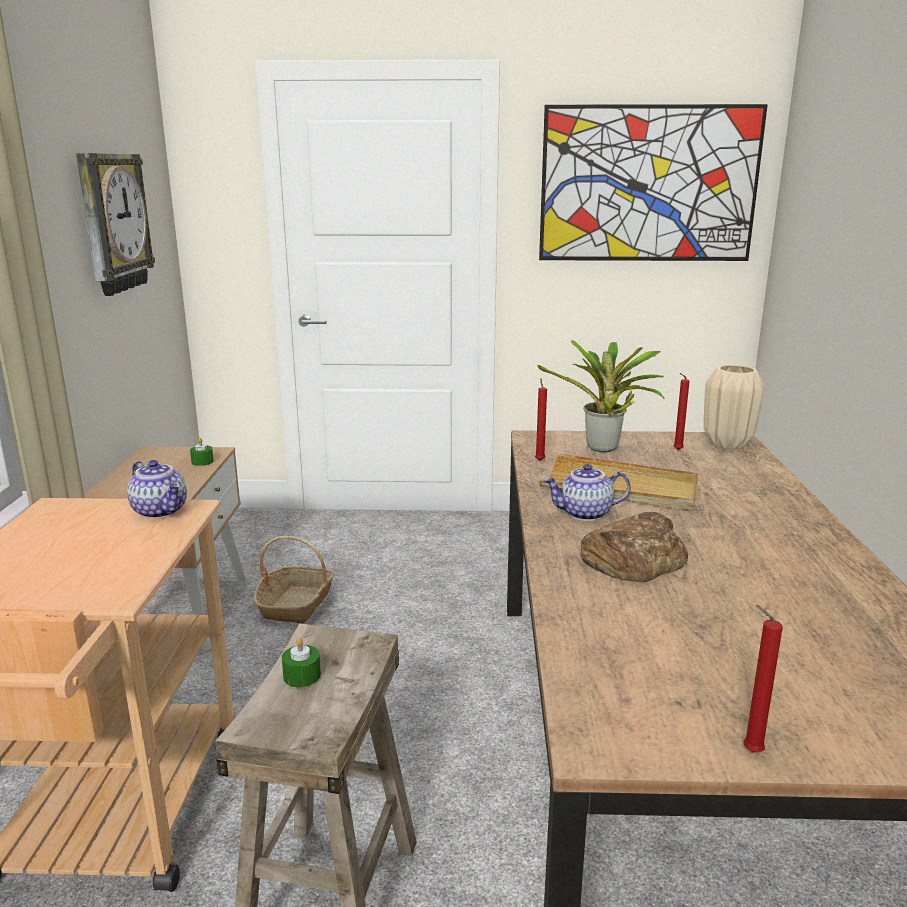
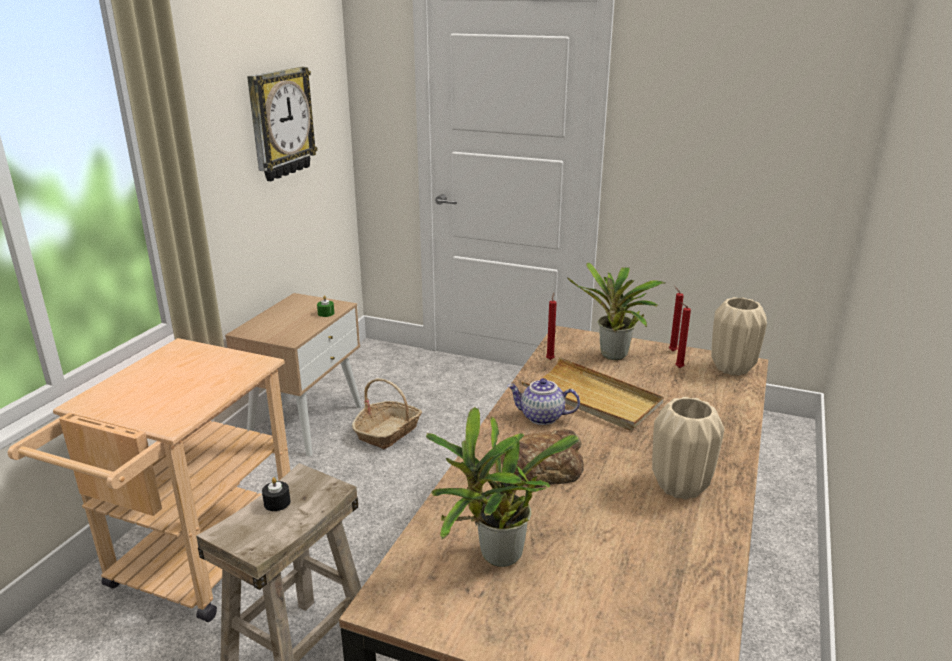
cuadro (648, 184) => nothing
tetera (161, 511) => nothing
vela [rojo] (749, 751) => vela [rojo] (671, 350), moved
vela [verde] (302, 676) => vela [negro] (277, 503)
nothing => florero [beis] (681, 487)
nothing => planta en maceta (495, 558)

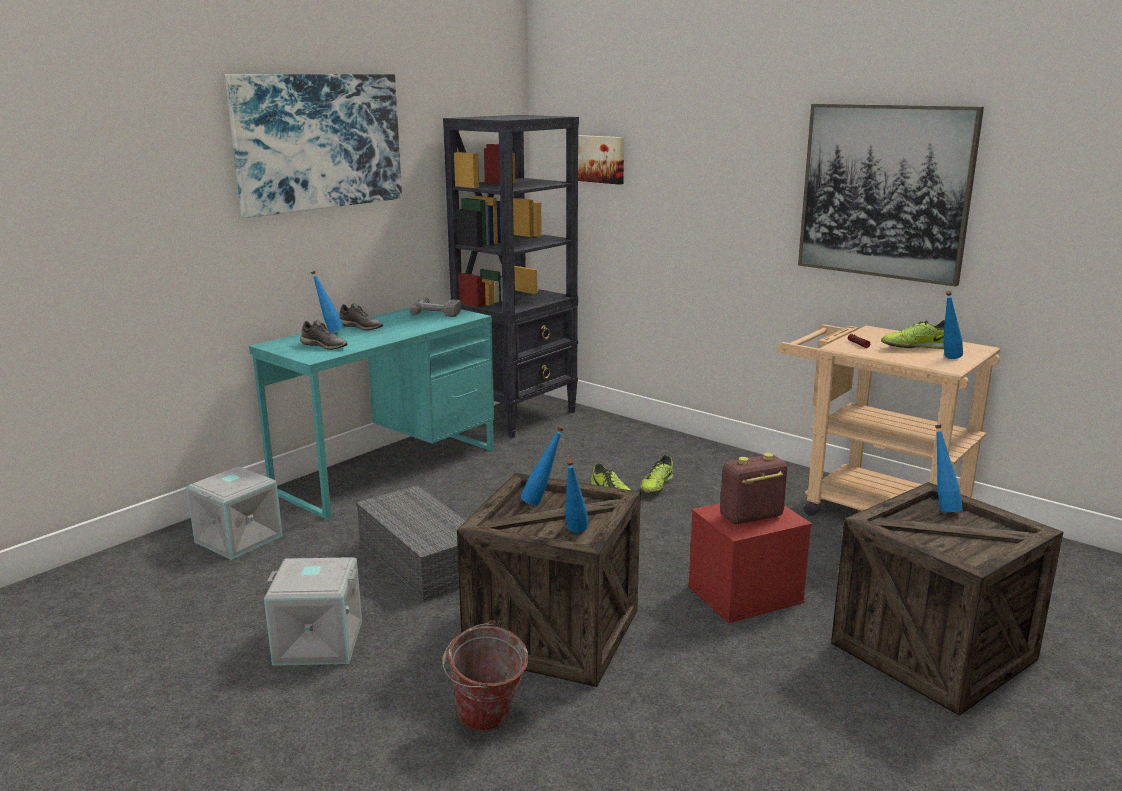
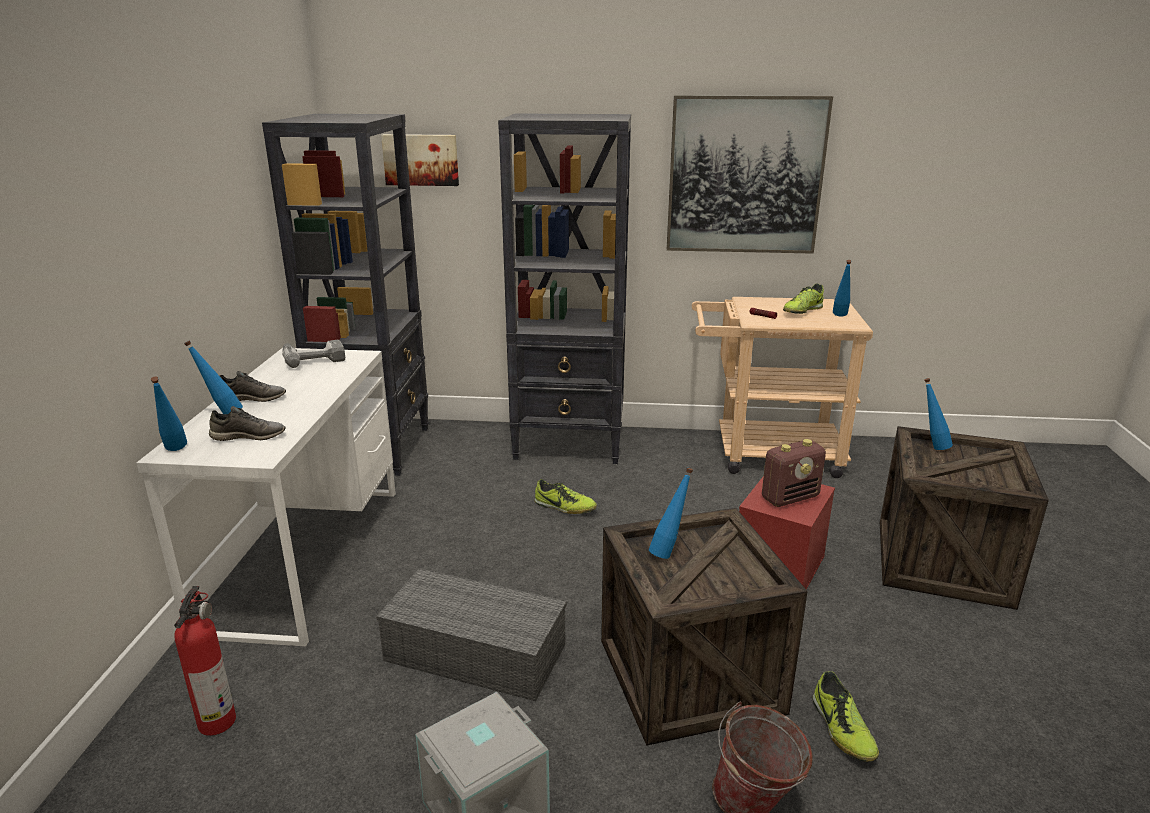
cuadro (318, 142) => nothing
escritorio [turquesa] (388, 469) => escritorio [blanco] (306, 555)
radio (751, 517) => radio (790, 497), 150 degrees counterclockwise
zapato (656, 486) => zapato (842, 729), moved
botella [azul] (574, 534) => botella [azul] (175, 452), moved
caja de almacenaje [gris] (238, 538) => extintor (218, 719)
nothing => estantería [negro] (570, 443)

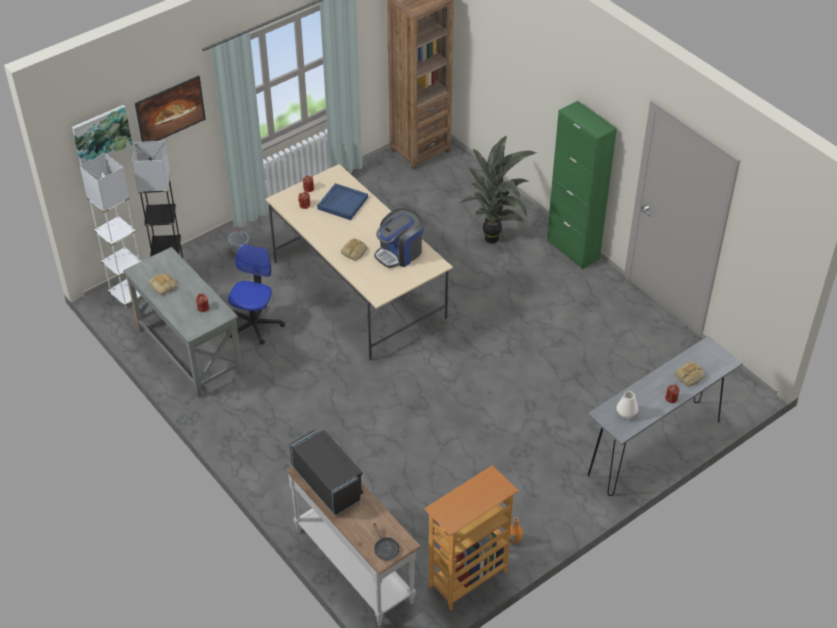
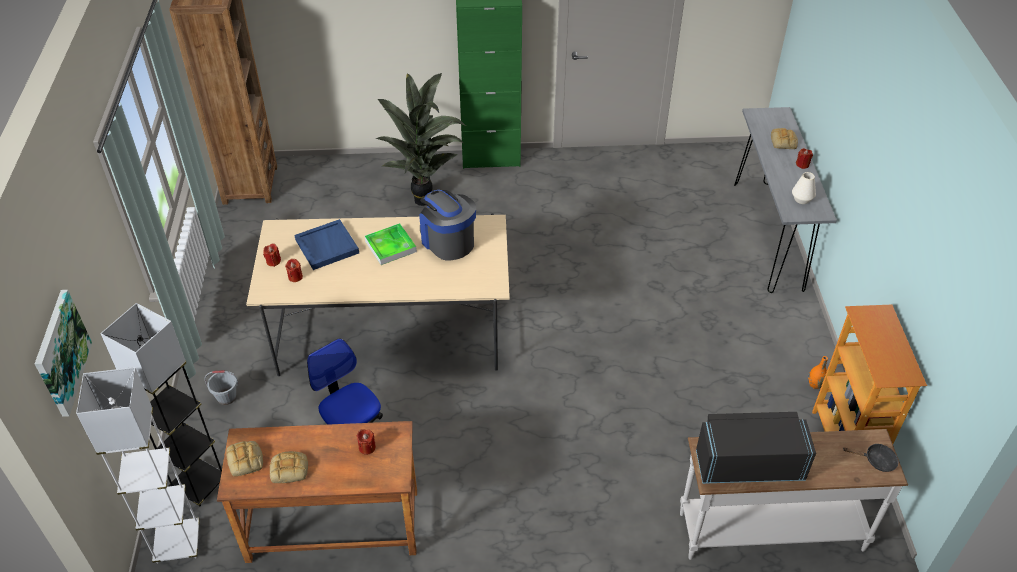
cuadro (172, 121) => nothing
cafetera (399, 253) => cafetera (447, 241), 150 degrees clockwise
pan (354, 252) => pan (246, 461), moved
escritorio [gris] (189, 351) => escritorio [marrón] (333, 526)
nothing => bandeja (390, 246)

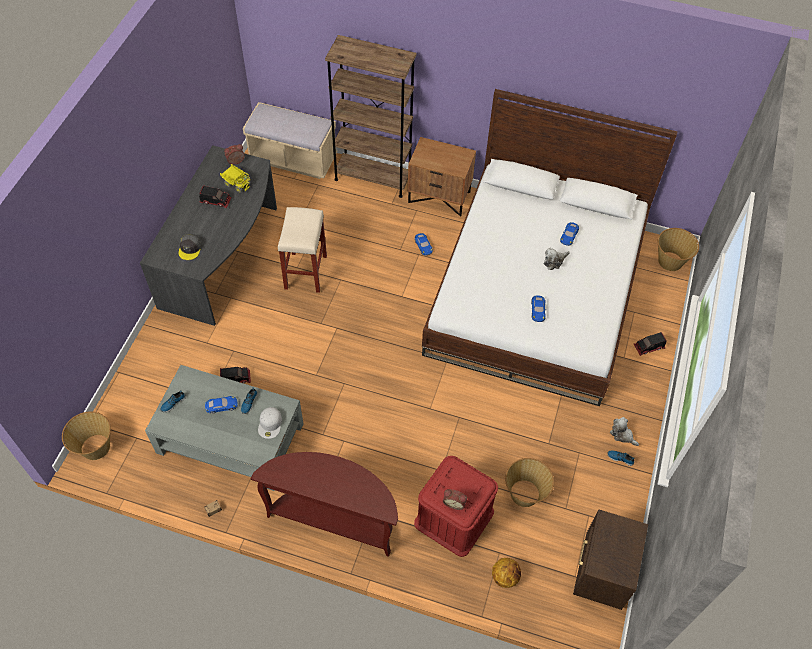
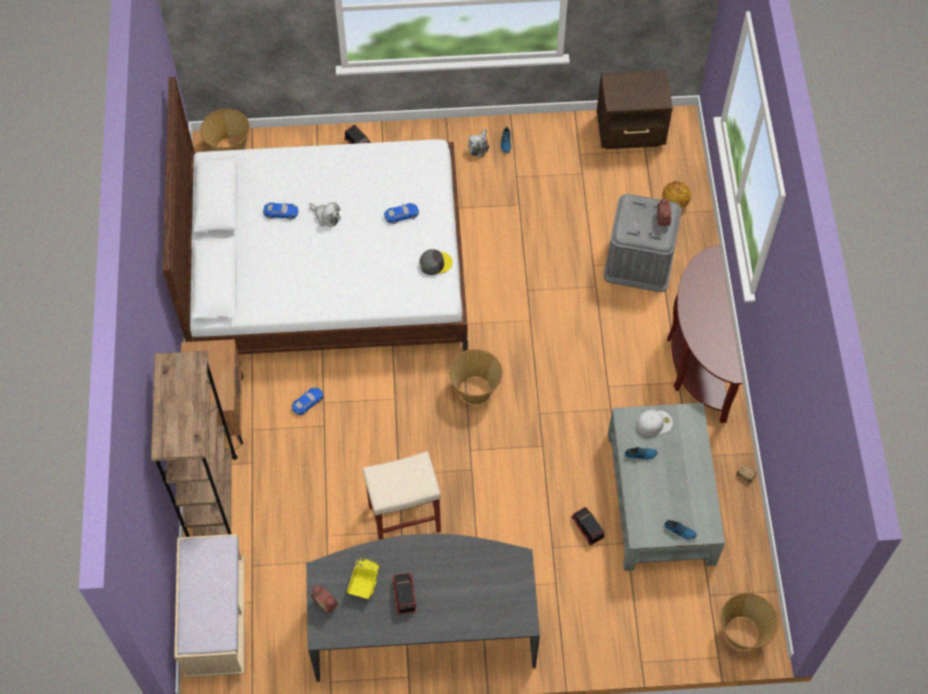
gorra [gris] (190, 248) => gorra [gris] (435, 263), moved
coche de juguete [azul] (221, 406) => nothing
caja de almacenaje [rojo] (454, 517) => caja de almacenaje [gris] (639, 260)
cesta (525, 494) => cesta (475, 389), moved

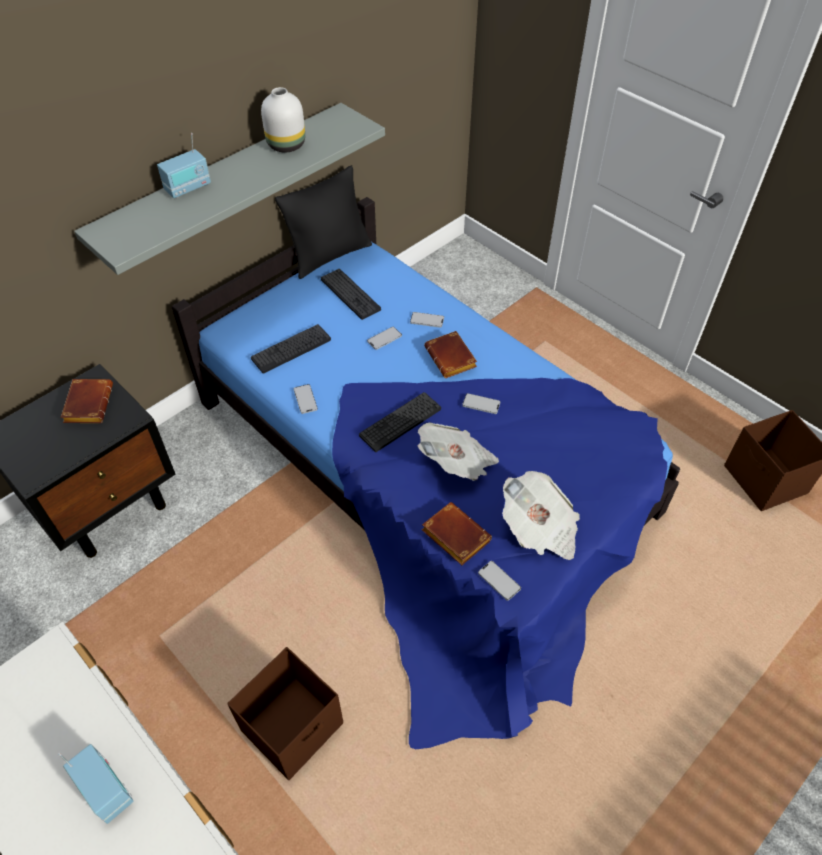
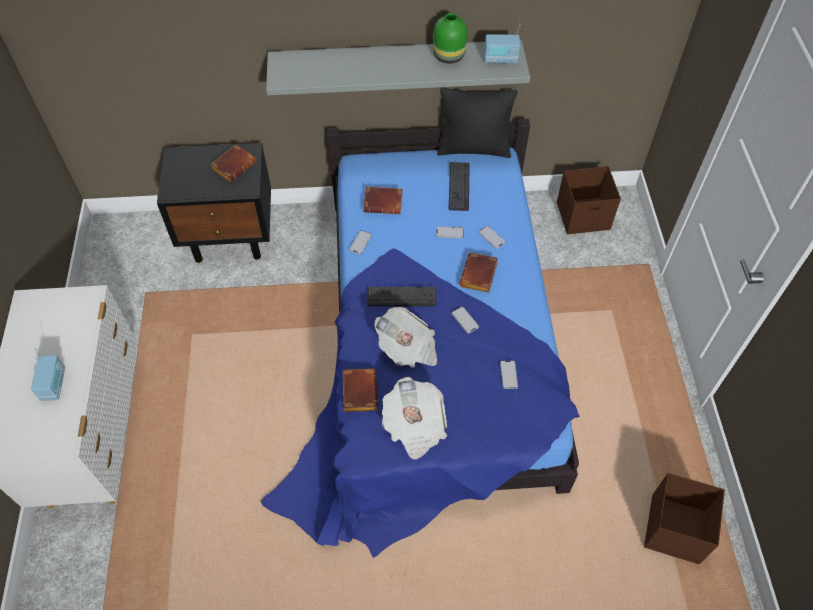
florero [blanco] (285, 145) => florero [verde] (448, 55)
radio (188, 188) => radio (500, 59), moved
teclado (291, 349) => libro [marrón] (384, 202)
móvil (499, 581) => móvil (508, 375), moved
caja de almacenaje [marrón] (294, 726) => caja de almacenaje [marrón] (584, 216), moved

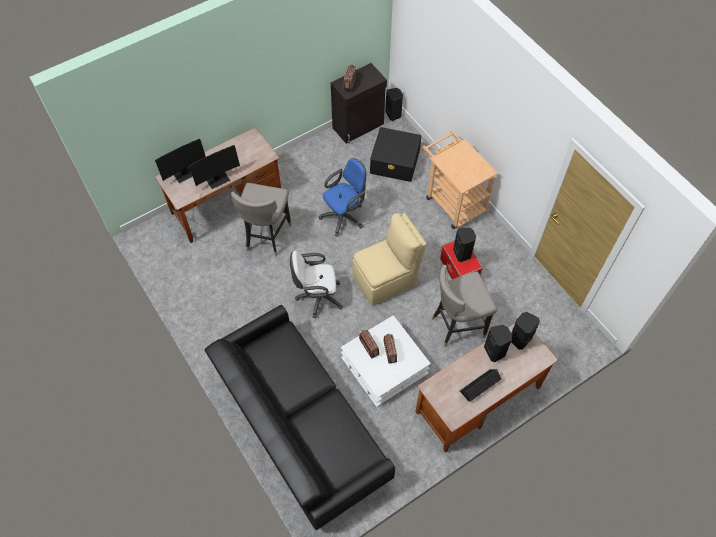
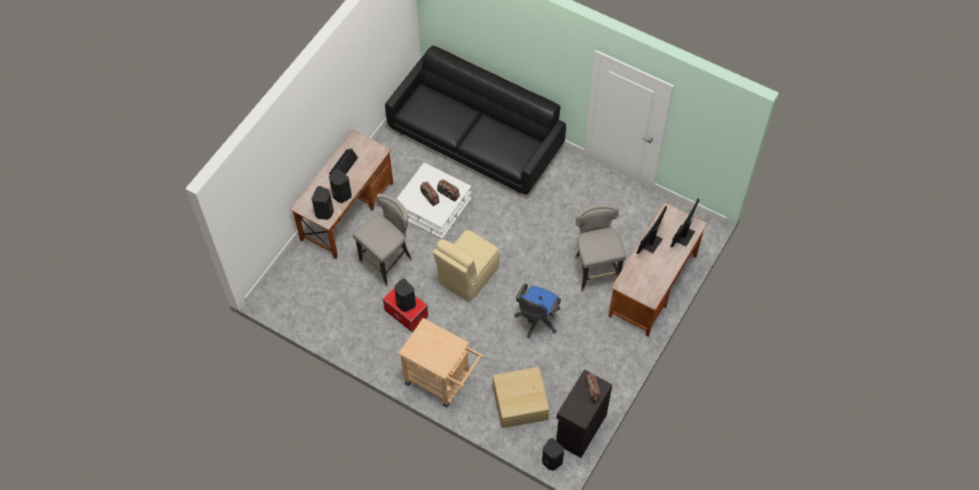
caja de almacenaje [negro] (395, 161) => caja de almacenaje [beis] (519, 402)
silla de oficina [blanco] (317, 297) => nothing

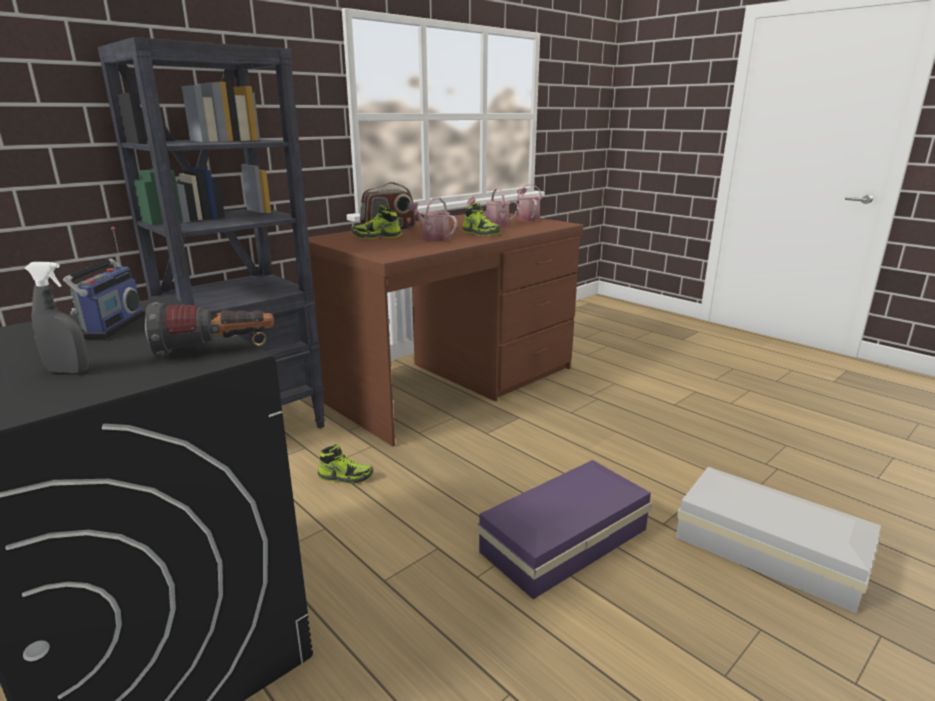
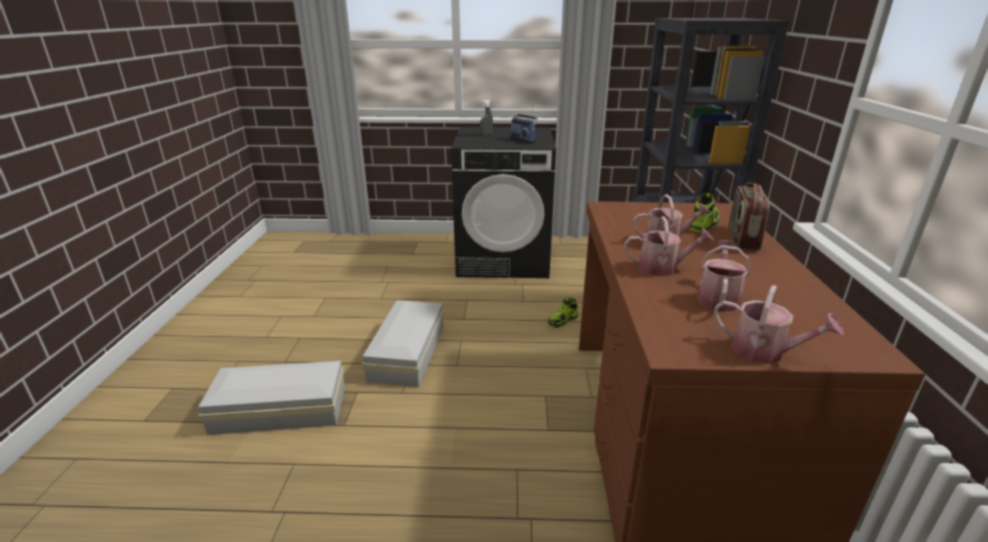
zapato (481, 233) => regadera (663, 268)
linterna (215, 350) => nothing
caja de almacenaje [morado] (561, 540) => caja de almacenaje [blanco] (409, 351)

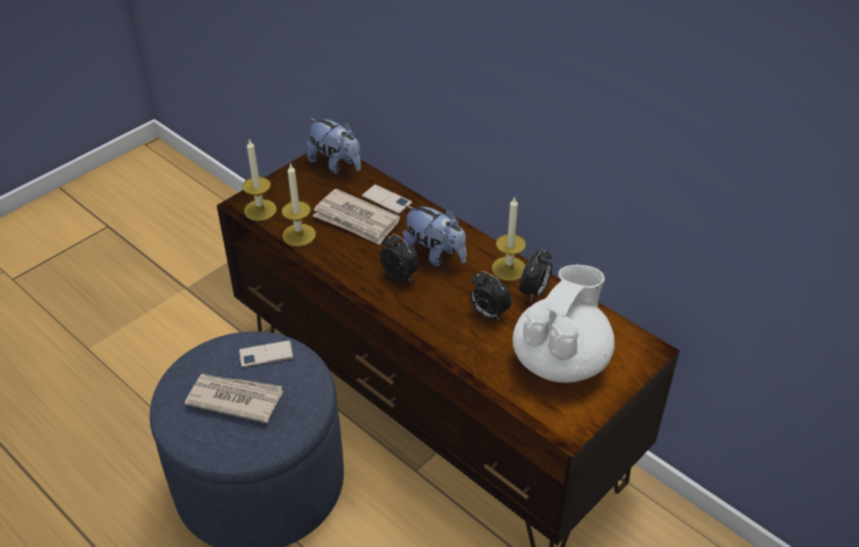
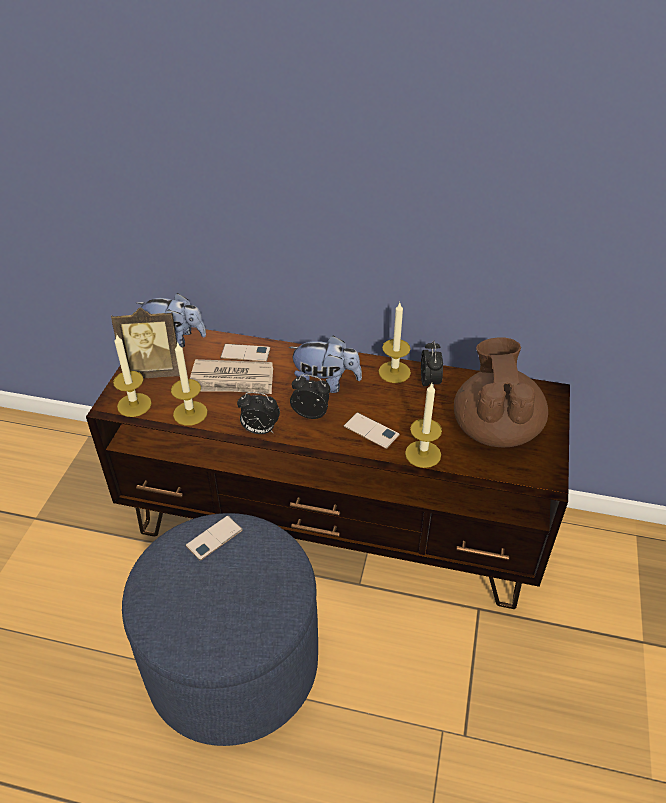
tetera [blanco] (561, 360) => tetera [marrón] (495, 428)
despertador (488, 313) => despertador (259, 430), moved
periódico (234, 398) => nothing
nothing => portarretratos (154, 371)
nothing => vela (423, 454)
nothing => móvil (371, 431)

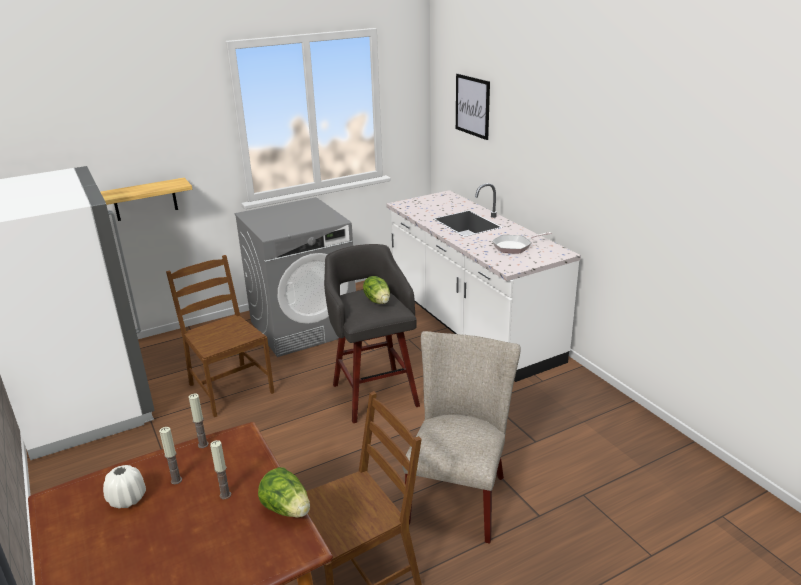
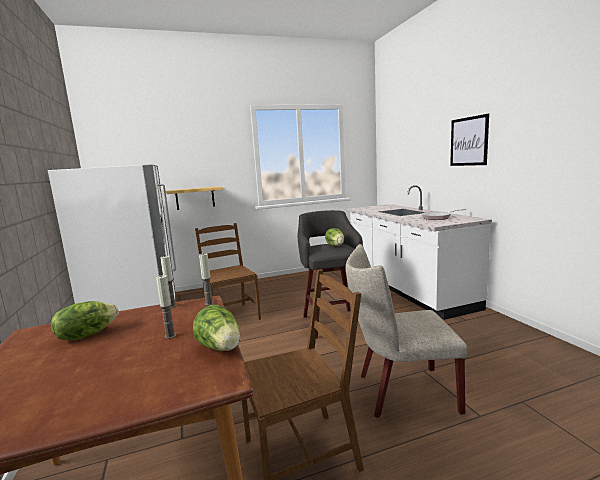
cuadro (472, 106) => cuadro (469, 141), moved
lavadora [gris] (304, 327) => nothing
silla [beis] (459, 494) => silla [beis] (400, 392), 120 degrees counterclockwise
vela (176, 480) => vela (209, 303), moved
florero [blanco] (127, 499) => lechuga (86, 335)

